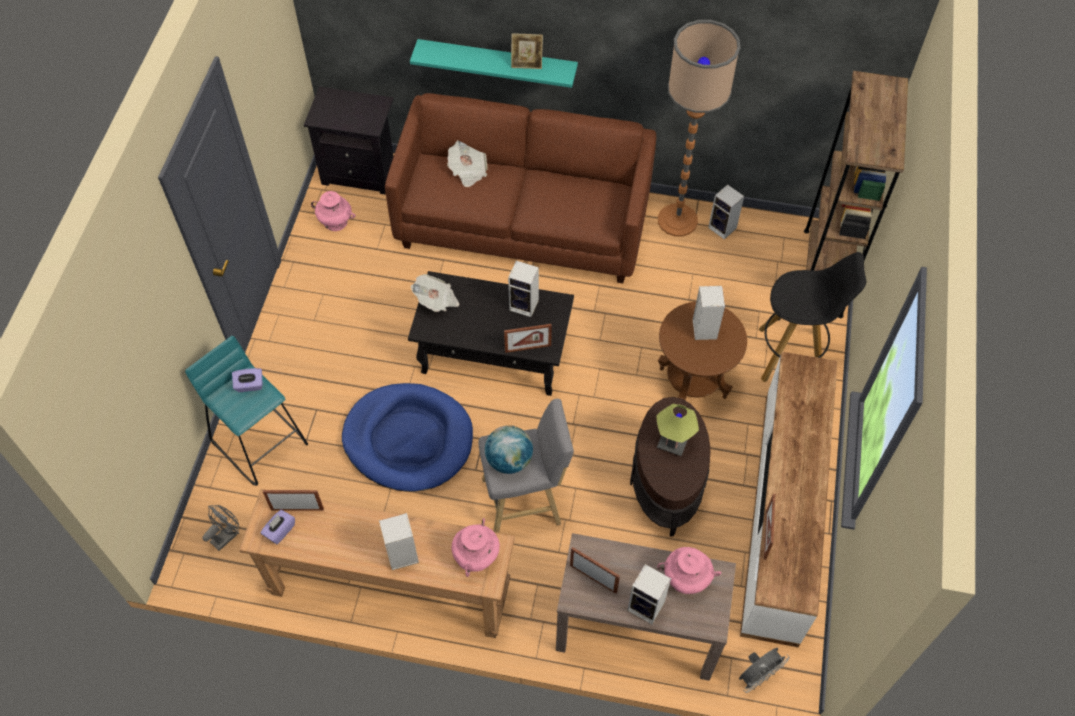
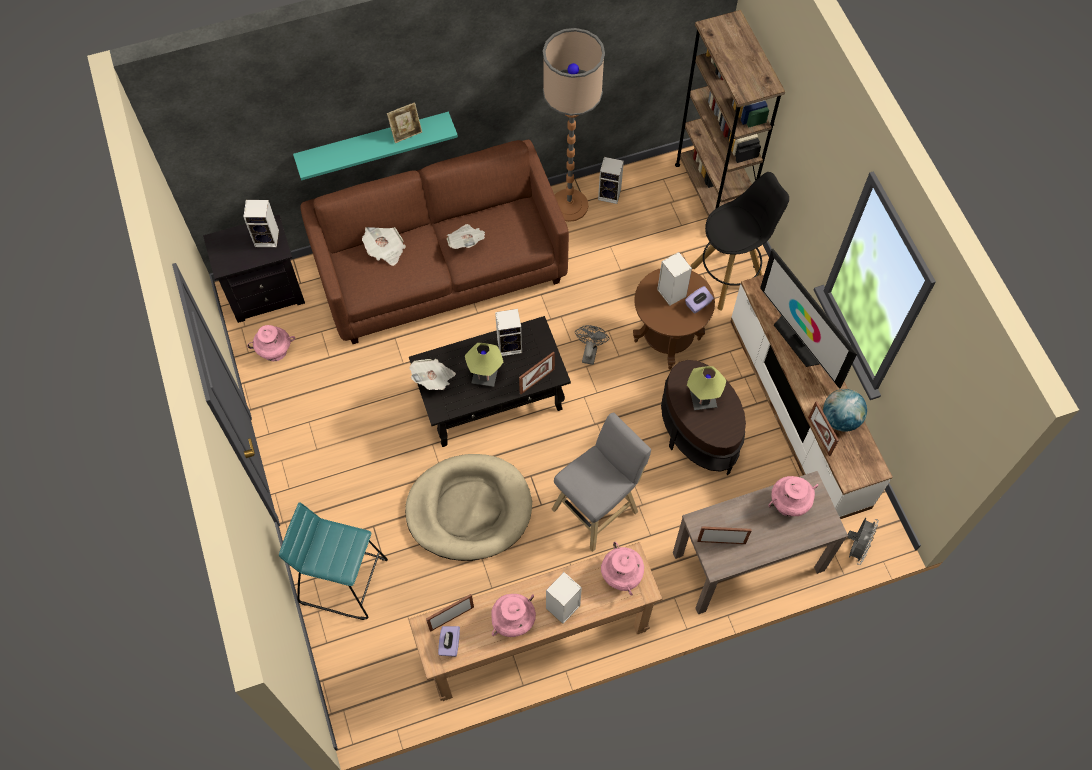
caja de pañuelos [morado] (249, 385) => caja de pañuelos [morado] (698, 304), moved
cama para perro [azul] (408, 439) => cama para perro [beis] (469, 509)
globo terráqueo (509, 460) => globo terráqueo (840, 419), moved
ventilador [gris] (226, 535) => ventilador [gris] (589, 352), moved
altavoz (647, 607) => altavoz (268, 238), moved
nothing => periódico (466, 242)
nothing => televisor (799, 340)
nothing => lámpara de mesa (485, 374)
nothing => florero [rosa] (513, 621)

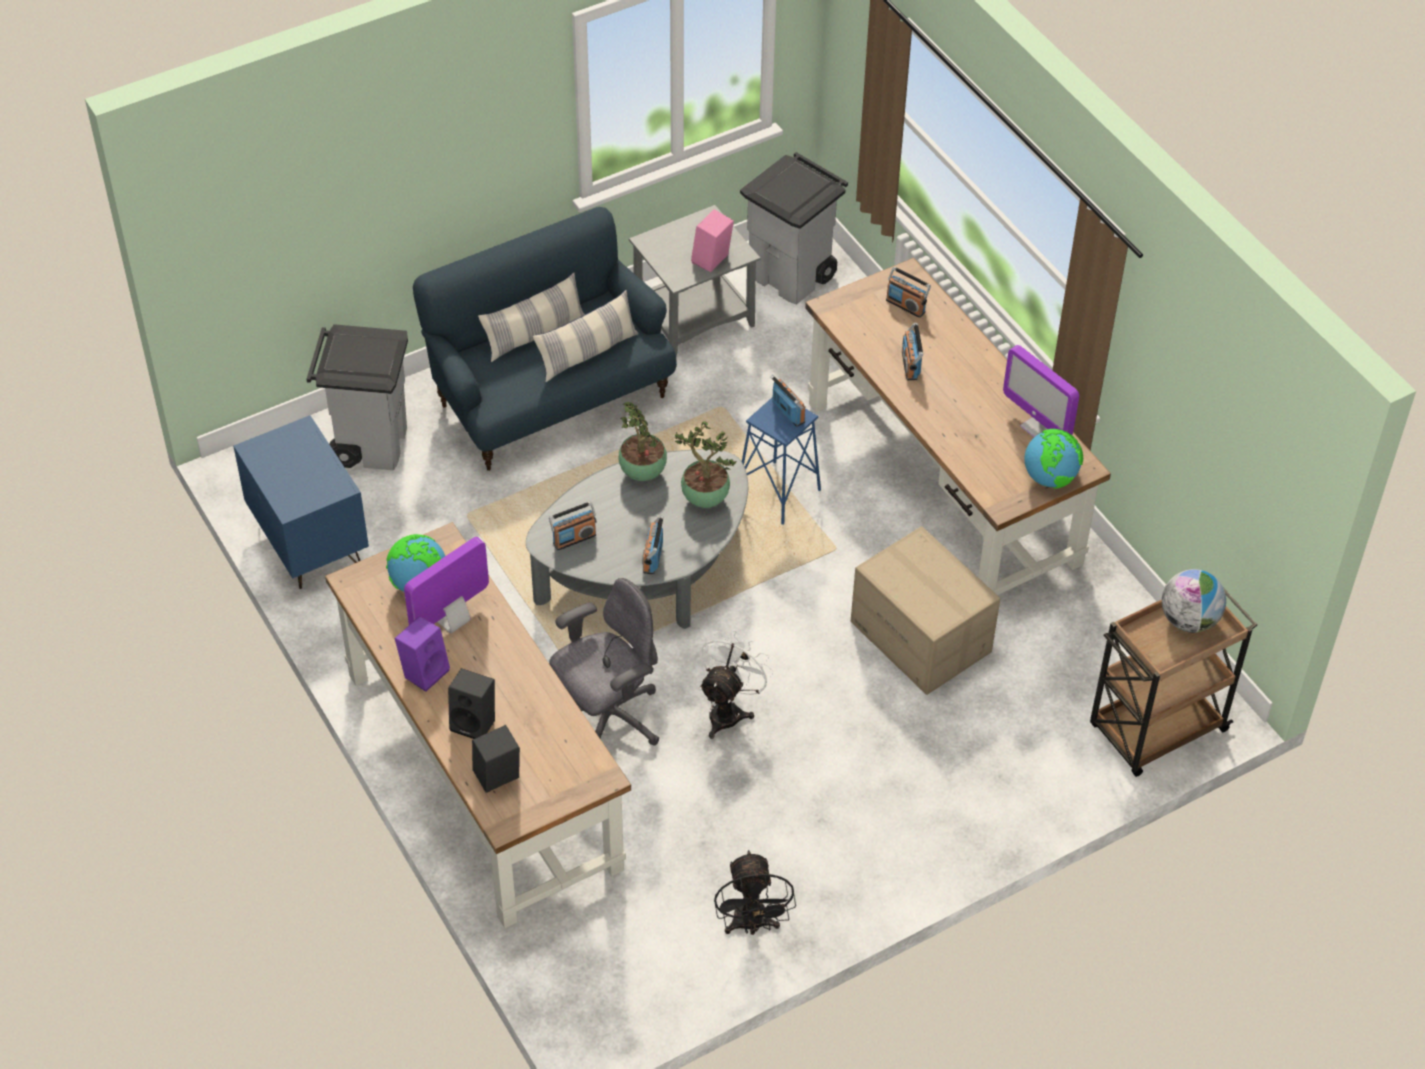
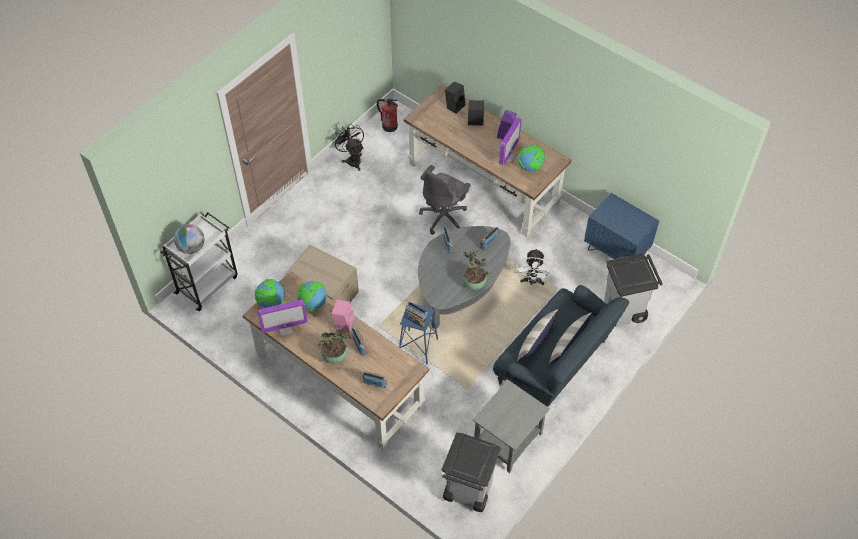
altavoz [rosa] (712, 261) => altavoz [rosa] (343, 323), moved
monitor (1036, 426) => monitor (285, 329), 135 degrees clockwise
planta en maceta (703, 499) => planta en maceta (336, 357), moved
carrito [marrón] (1156, 730) => carrito [blanco] (207, 284)
ventilador [blanco] (729, 710) => ventilador [blanco] (532, 281), moved
nothing => extintor (389, 126)
nothing => globo terráqueo (313, 304)

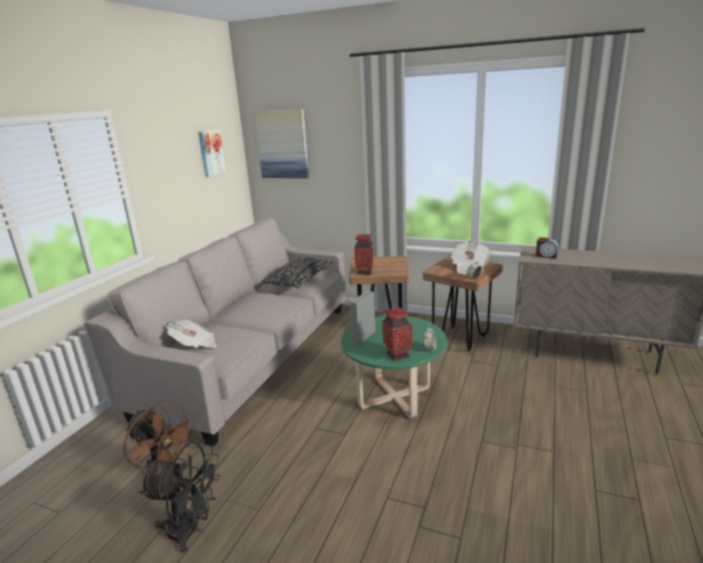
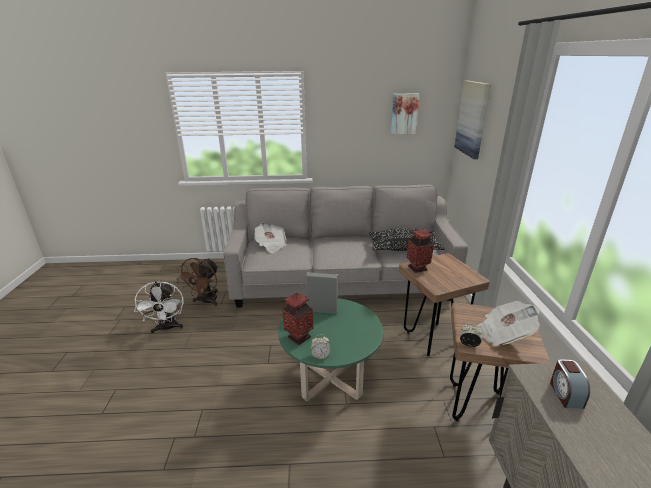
ventilador [negro] (191, 530) => ventilador [blanco] (167, 328)

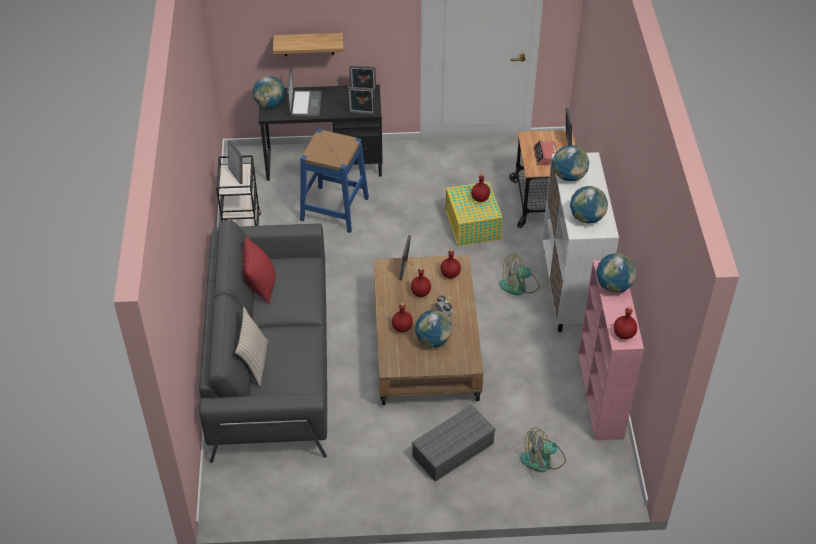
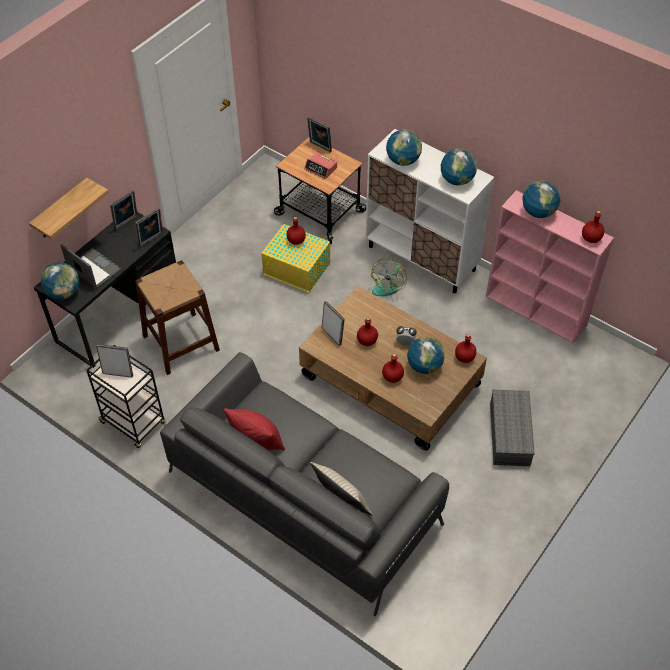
taburete [azul] (334, 209) => taburete [marrón] (181, 343)
botella [rojo] (450, 274) => botella [rojo] (464, 357), moved
ventilador (543, 460) => nothing

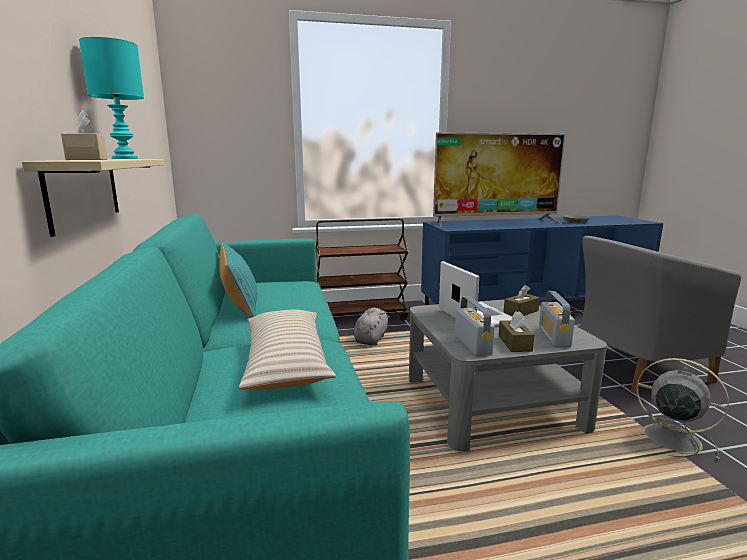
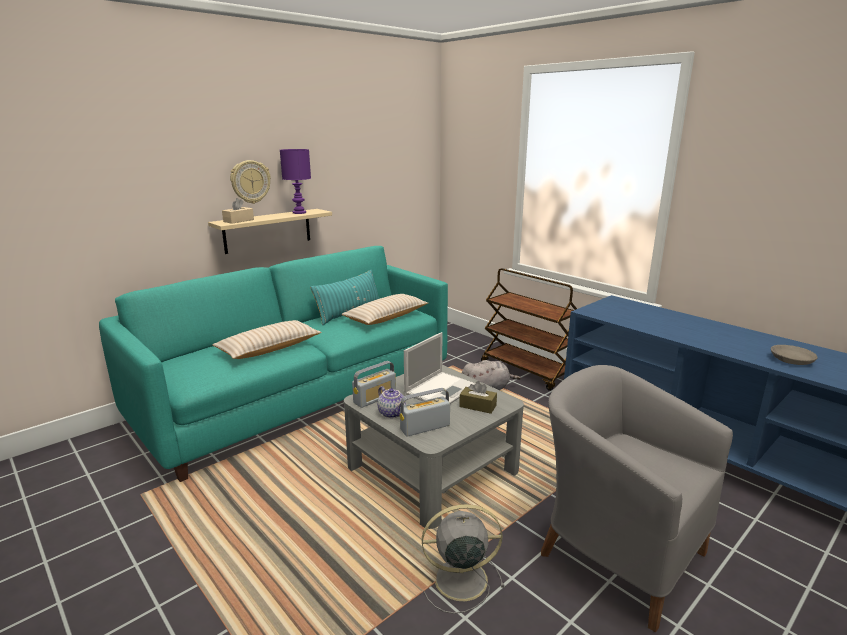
lámpara de mesa [turquesa] (126, 158) => lámpara de mesa [morado] (299, 213)
televisor (495, 222) => nothing
caja de pañuelos [marrón] (514, 343) => tetera (392, 413)
ventilador [gris] (668, 437) => ventilador [gris] (458, 579), 105 degrees counterclockwise
nothing => reloj de pared (250, 182)
nothing => cojín [beis] (386, 317)

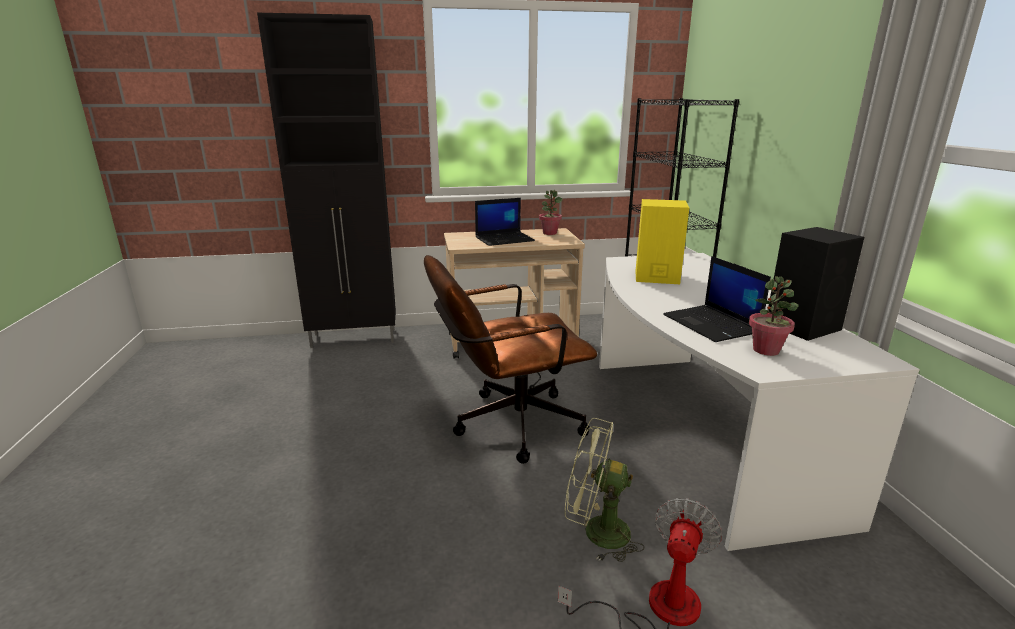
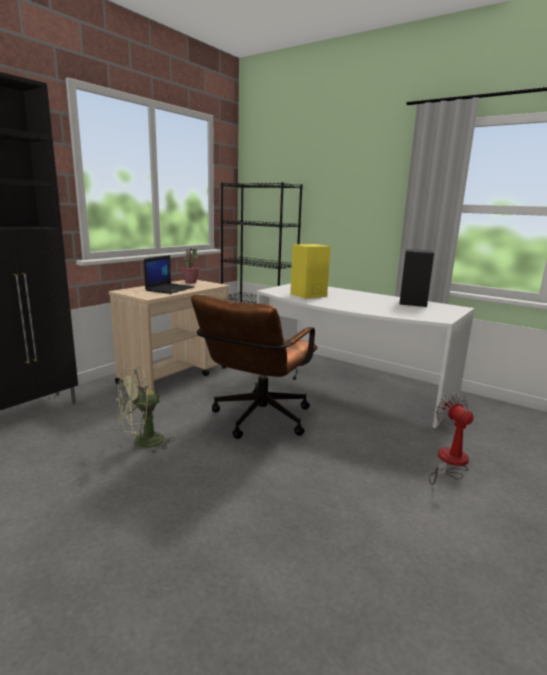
portátil (712, 324) => nothing
planta en maceta (766, 350) => nothing
ventilador [verde] (596, 532) => ventilador [verde] (142, 443), moved

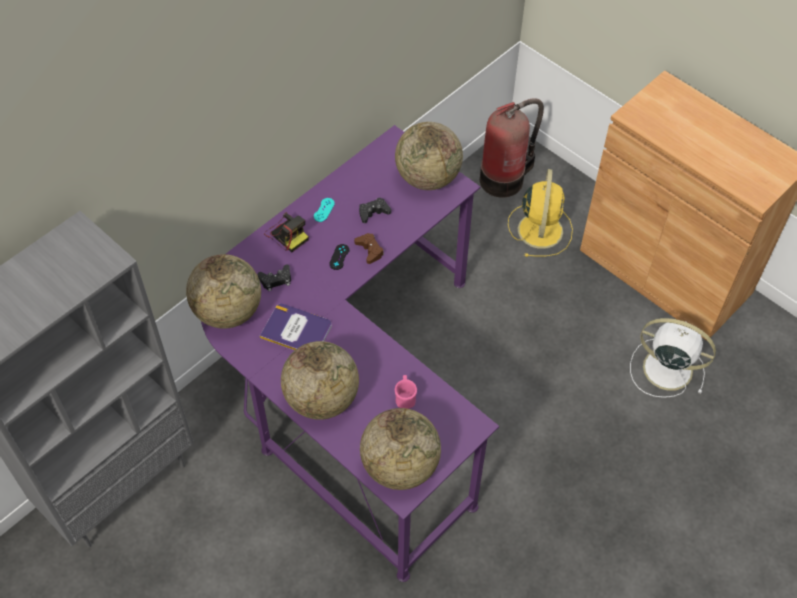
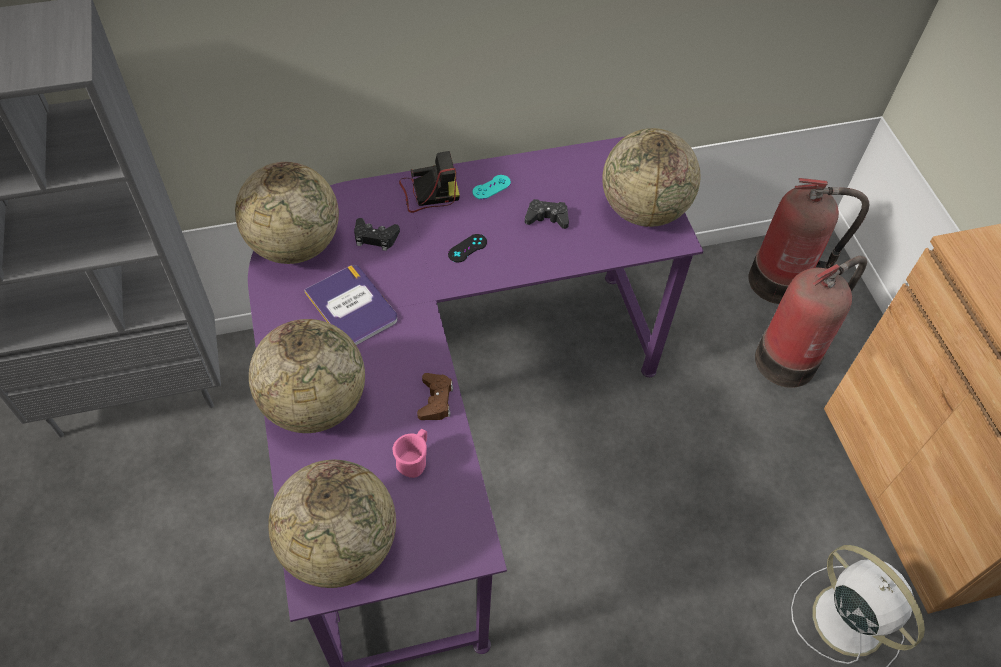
ventilador [amarillo] (540, 229) => extintor (789, 358)
cámara (286, 234) => cámara (428, 193), 90 degrees counterclockwise
mando de consola [marrón] (369, 250) => mando de consola [marrón] (435, 400), moved

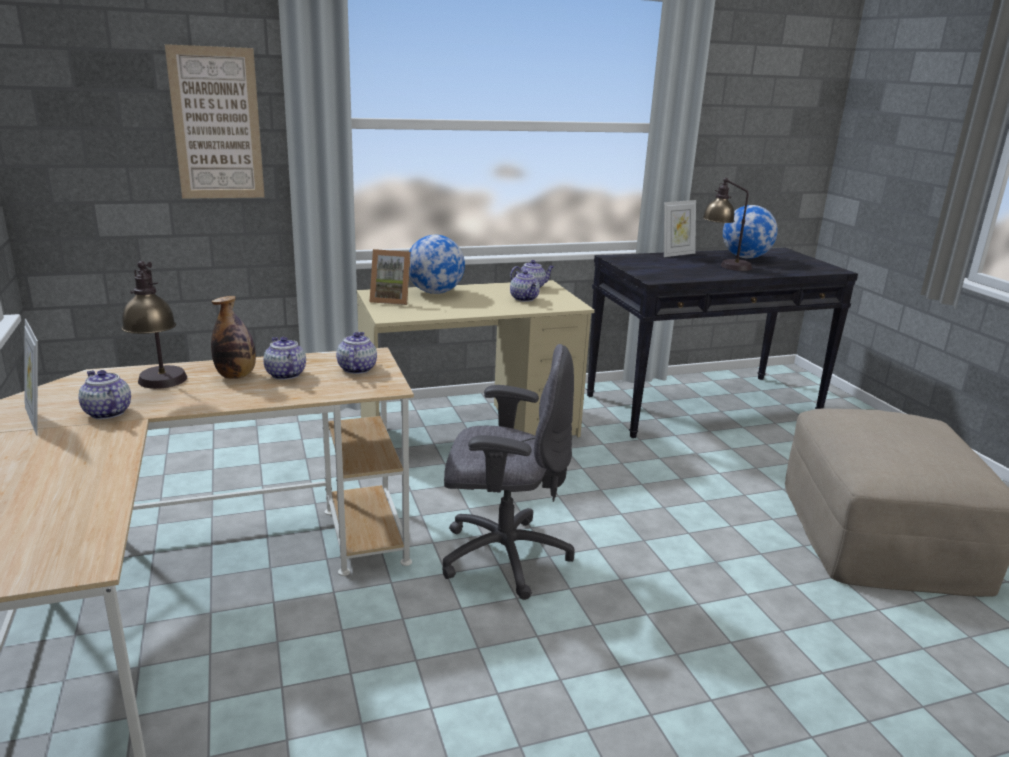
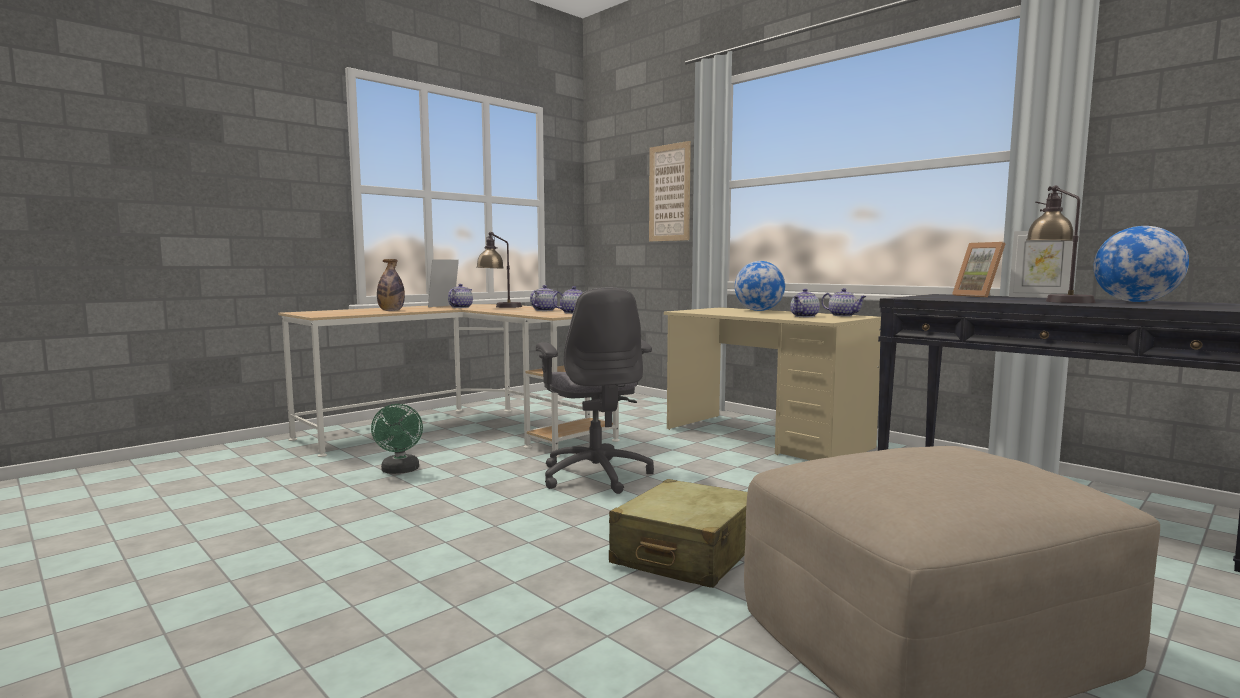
portarretratos (391, 300) => portarretratos (980, 296), moved
botella (236, 376) => botella (391, 311), moved
nothing => ventilador [verde] (400, 471)
nothing => maleta [beis] (686, 554)

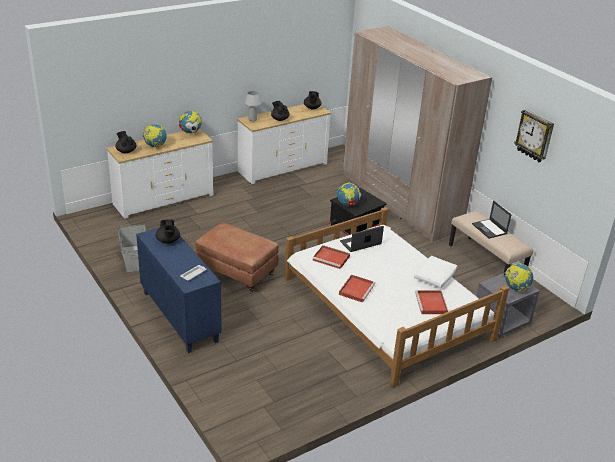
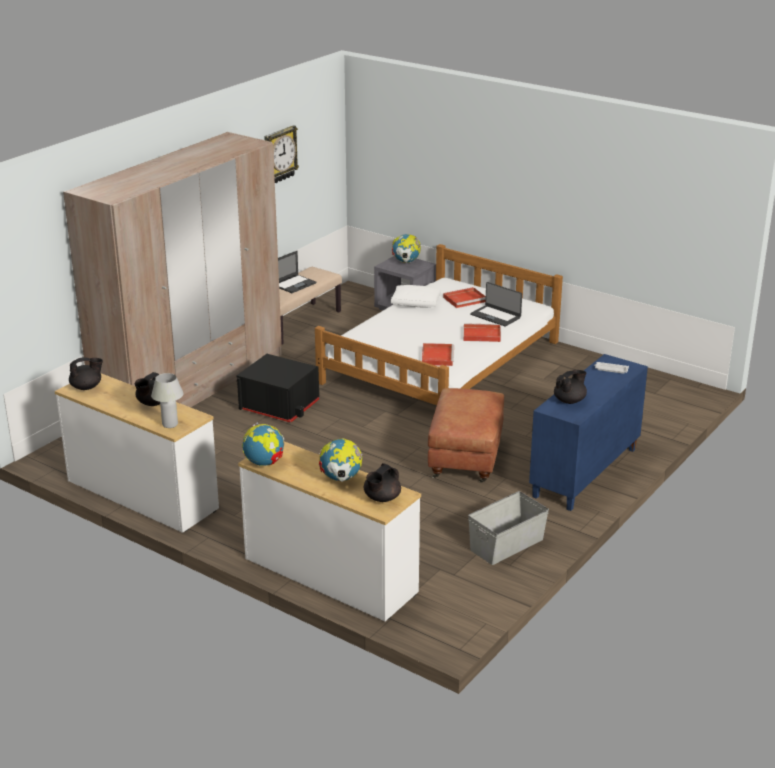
globo terráqueo (348, 205) => nothing
portátil (361, 243) => portátil (496, 316), moved

